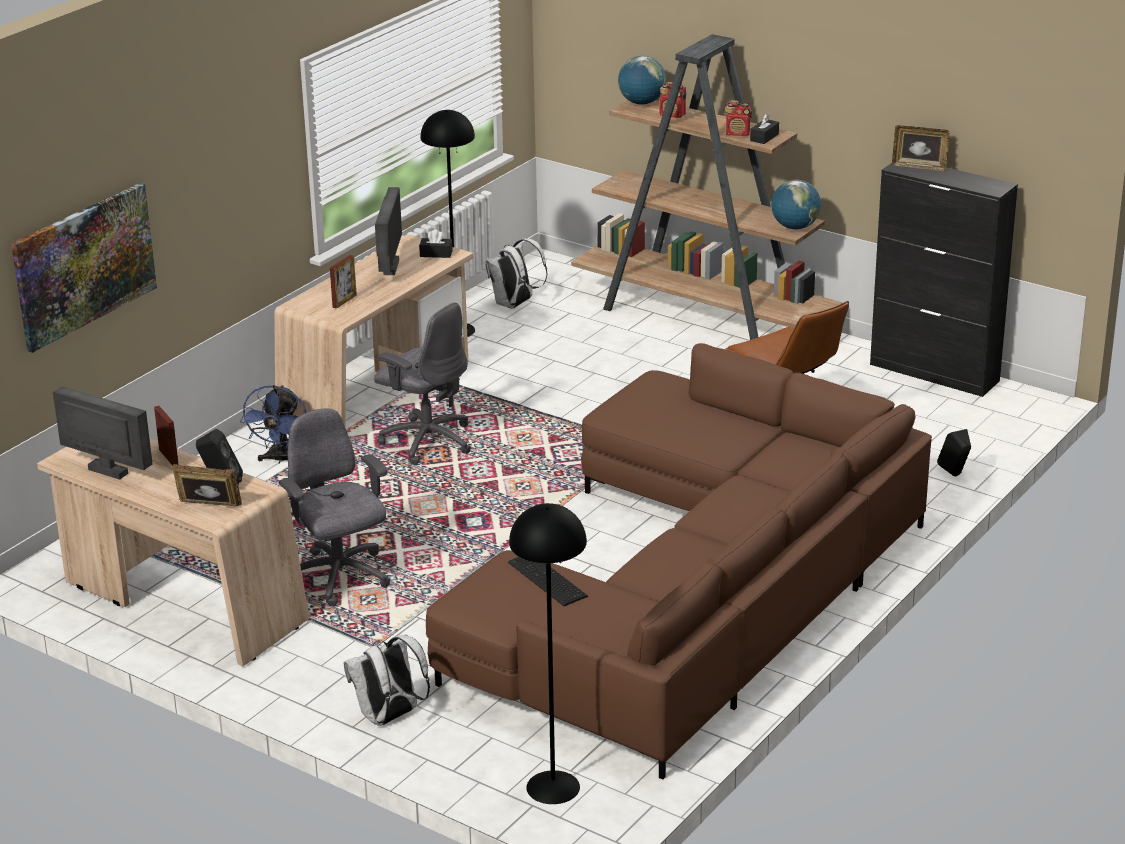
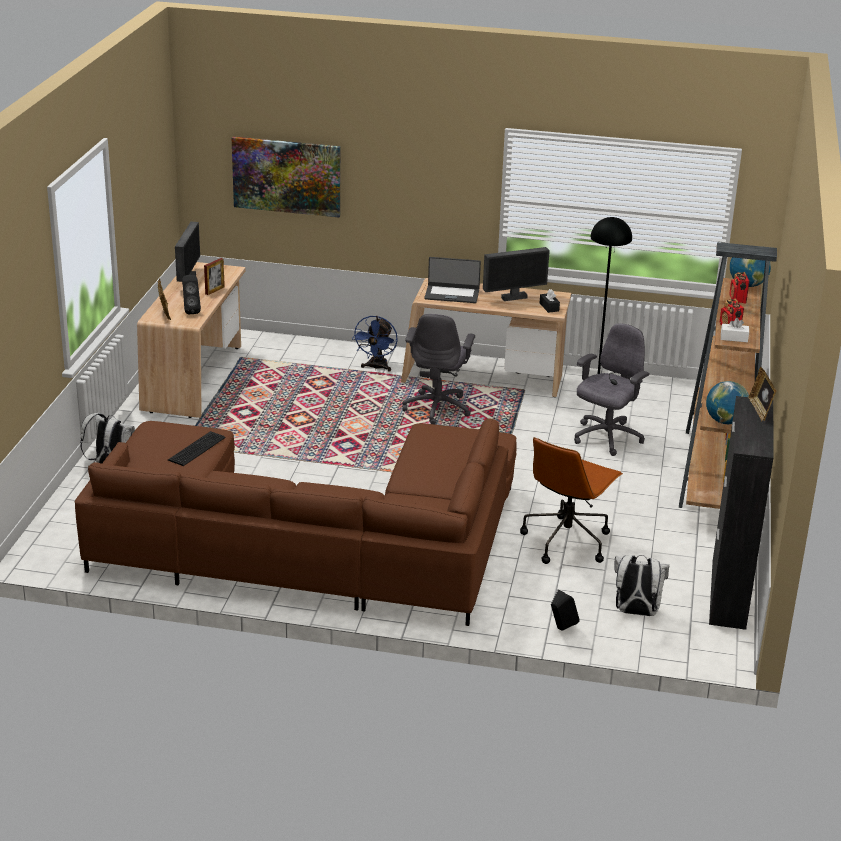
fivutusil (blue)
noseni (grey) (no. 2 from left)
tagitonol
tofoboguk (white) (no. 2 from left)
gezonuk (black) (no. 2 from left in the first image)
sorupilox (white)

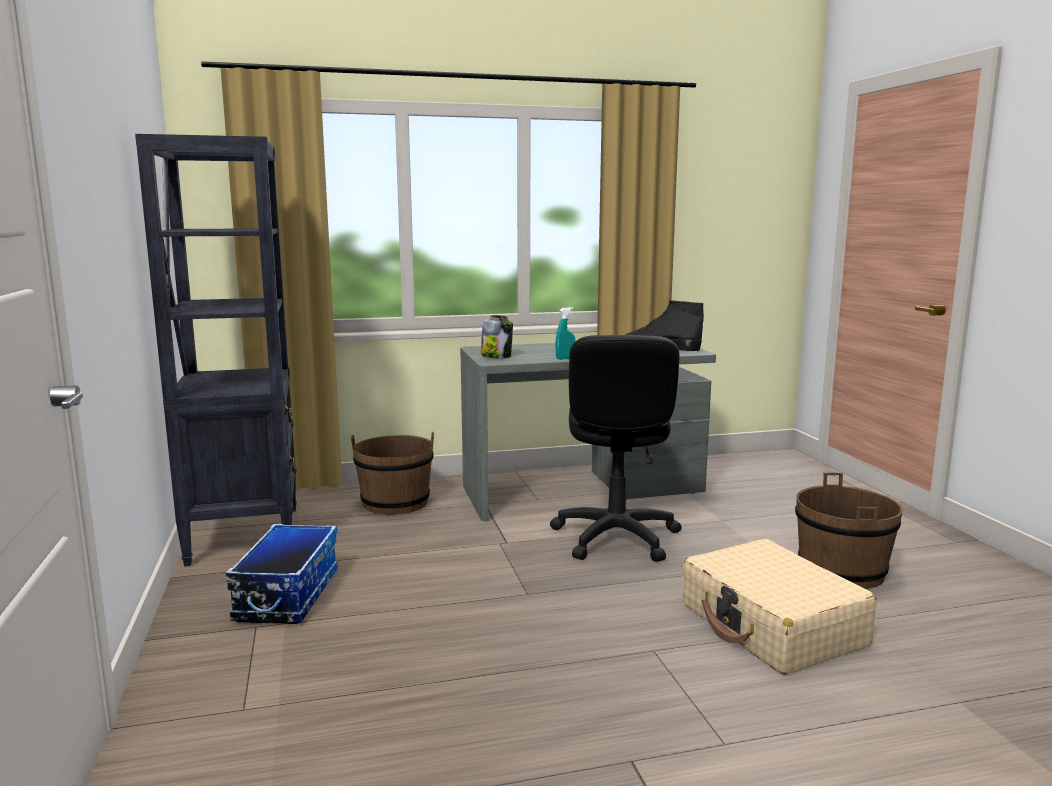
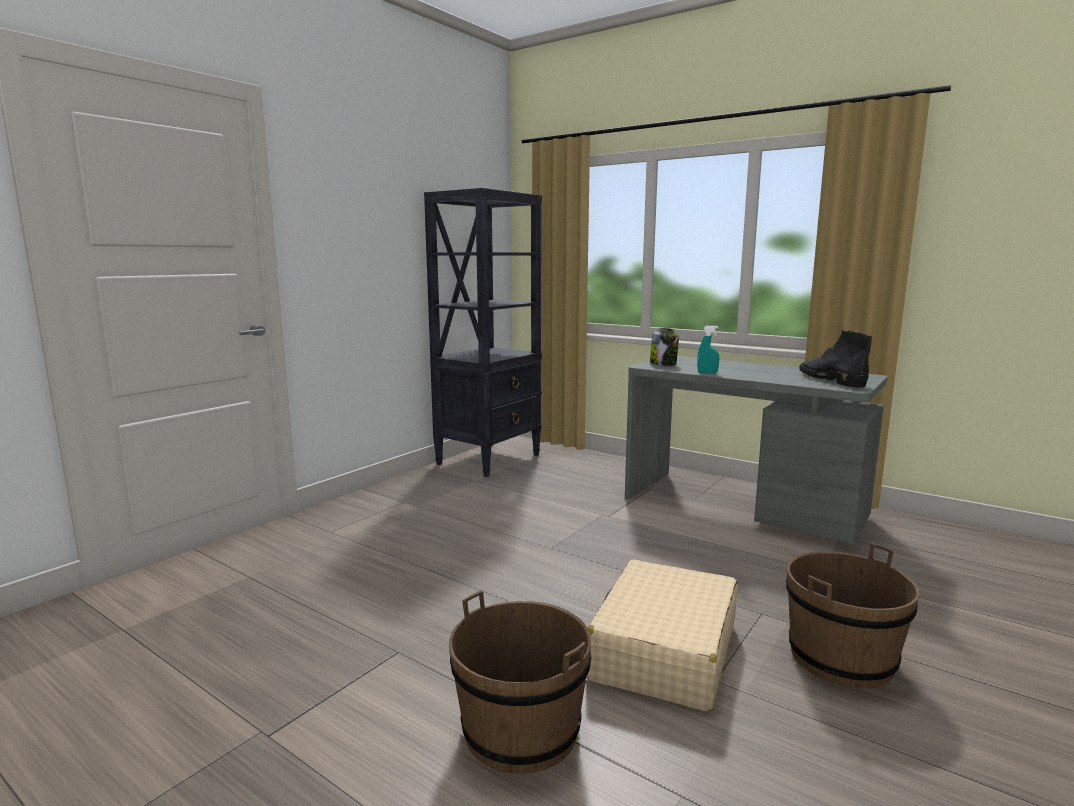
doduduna
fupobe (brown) (no. 1 from left)
noseni (black)

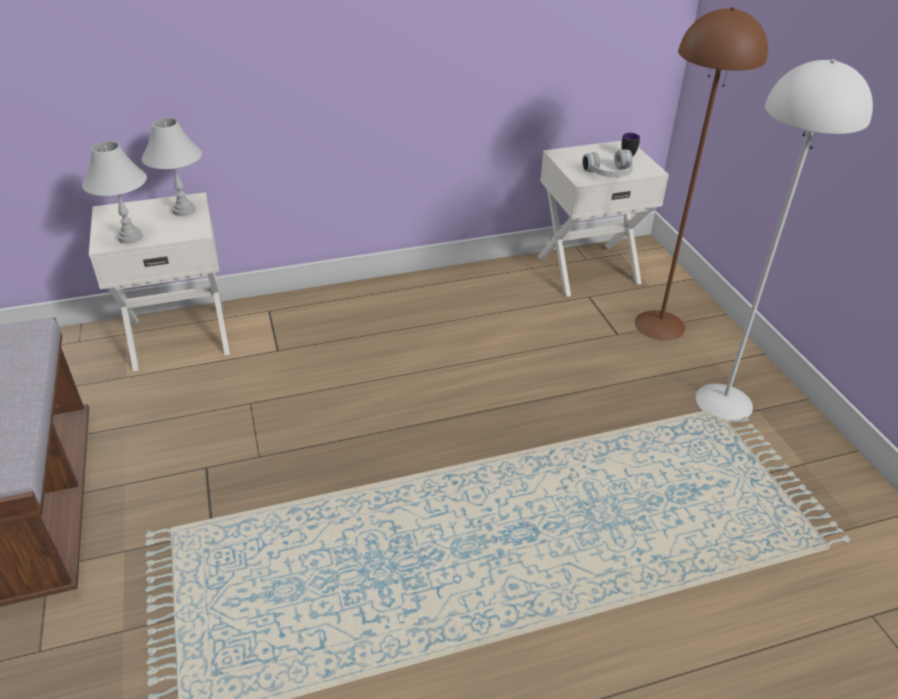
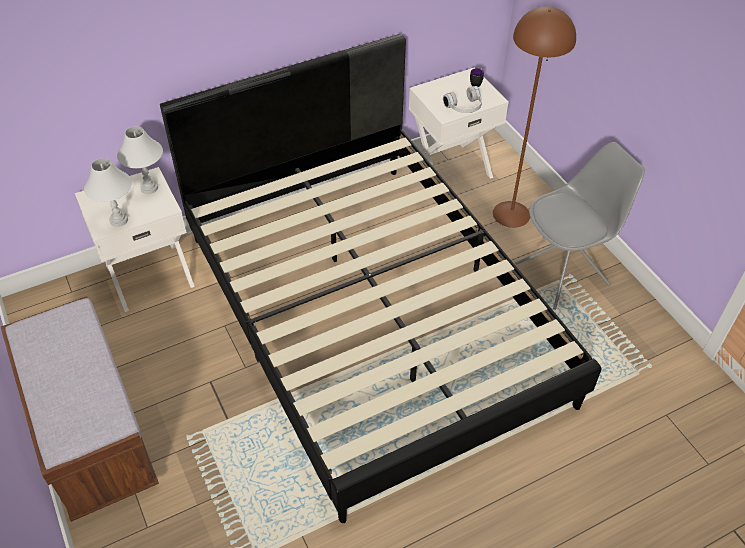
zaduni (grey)
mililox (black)

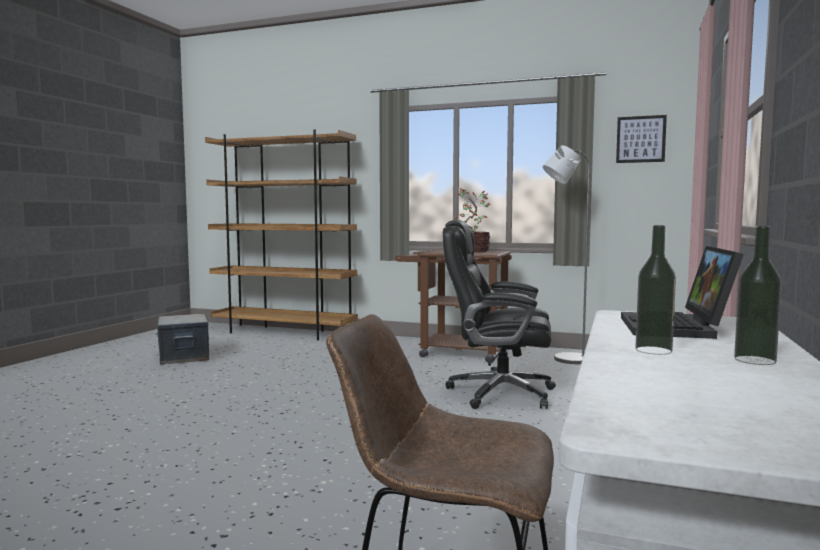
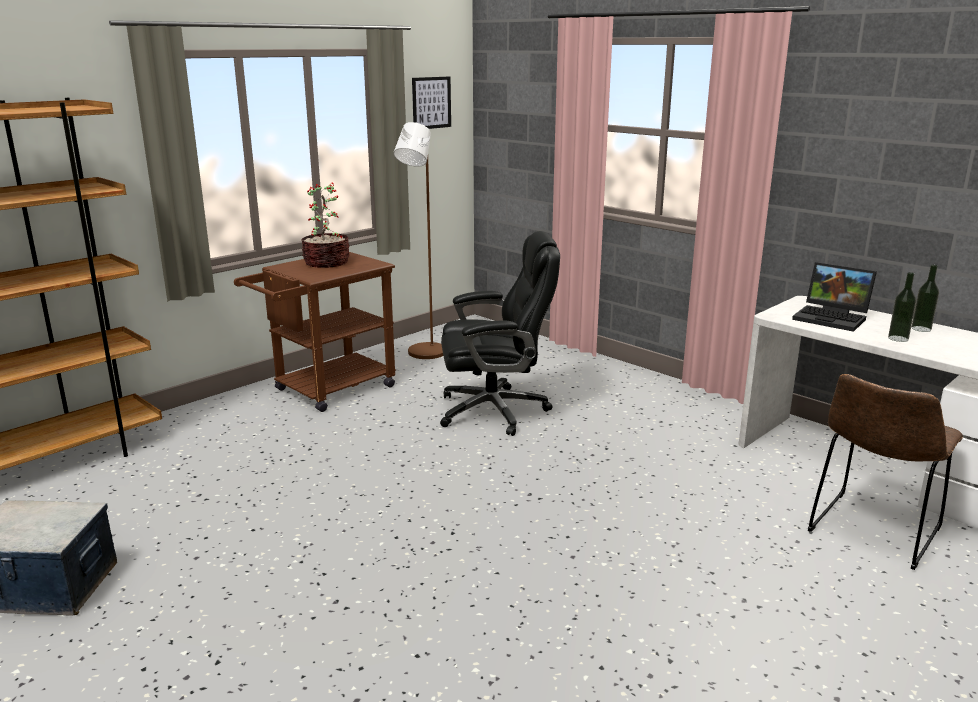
noseni (black)
gezonuk (brown)

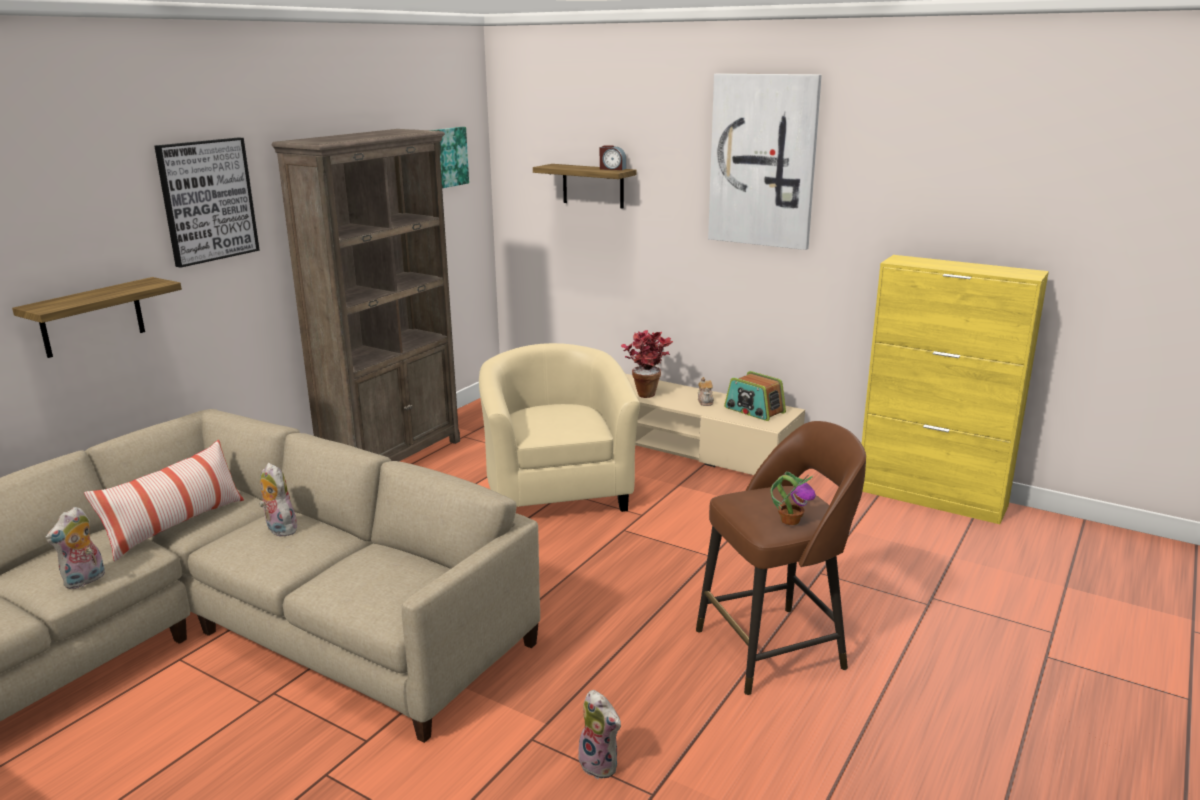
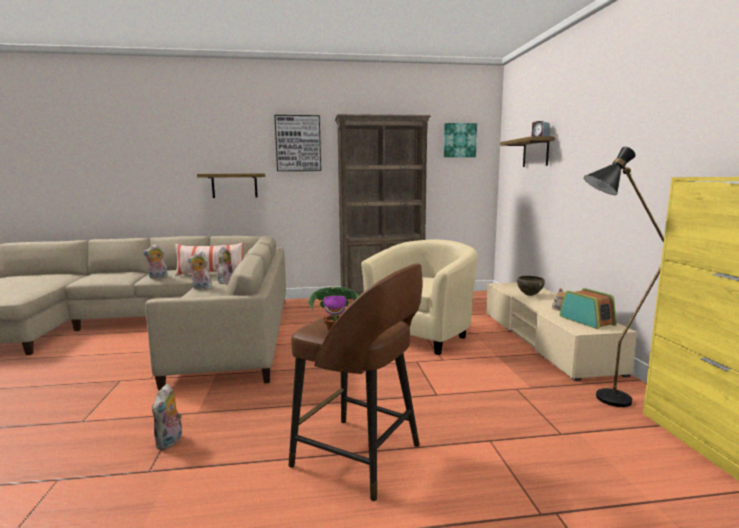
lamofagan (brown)
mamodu (no. 3 from left in the first image)
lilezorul
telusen (no. 3 from left)
gezonuk (black)

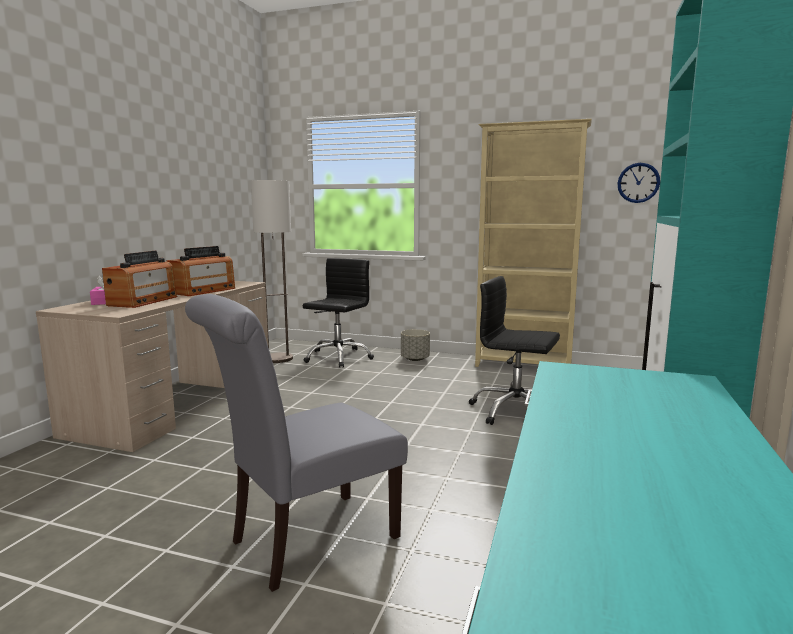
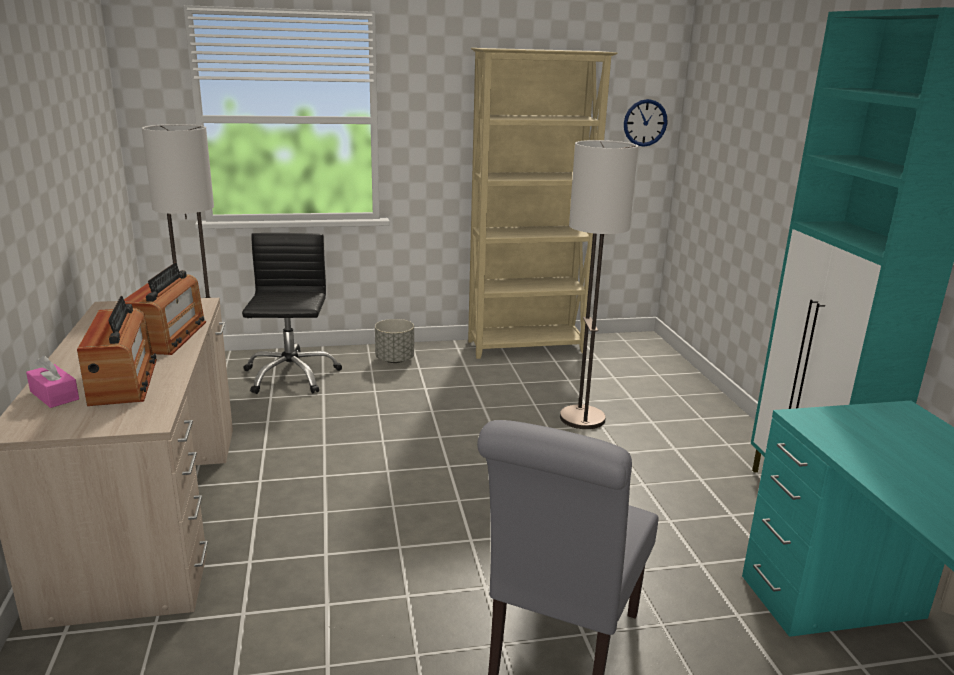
gezonuk (no. 2 from left)

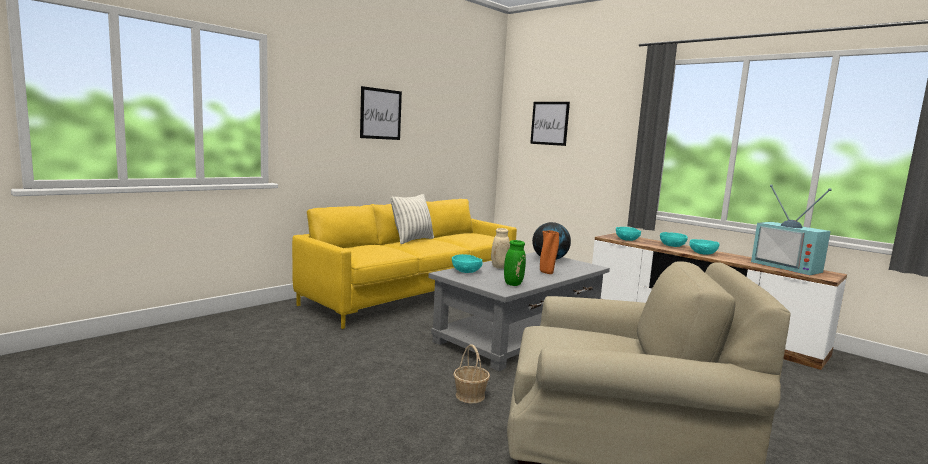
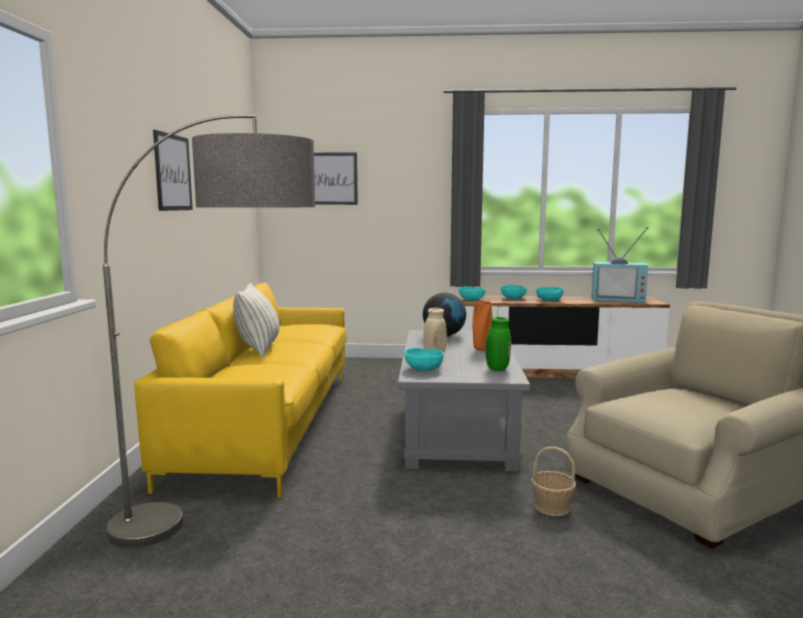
gezonuk

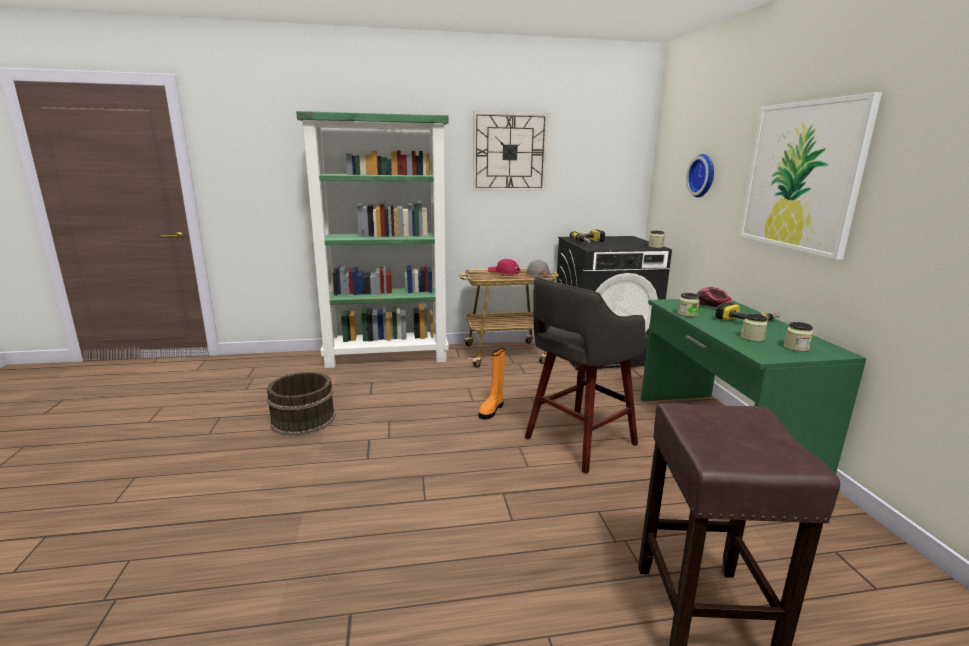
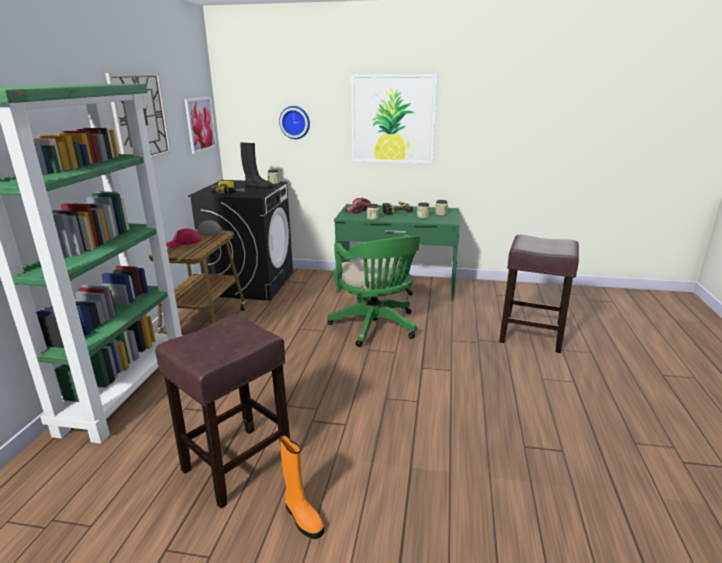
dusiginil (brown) (no. 1 from left)
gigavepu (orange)
noseni (green)
mamodu (no. 1 from left)
gigavepu (black)

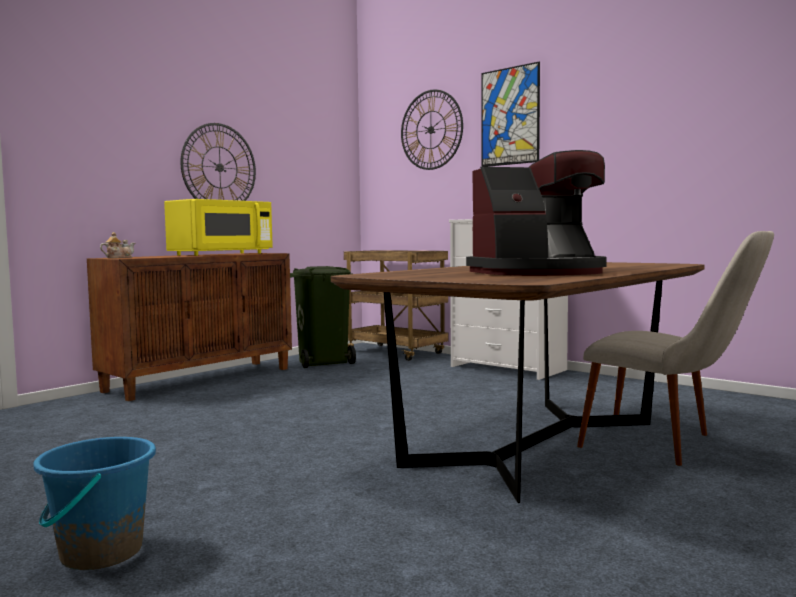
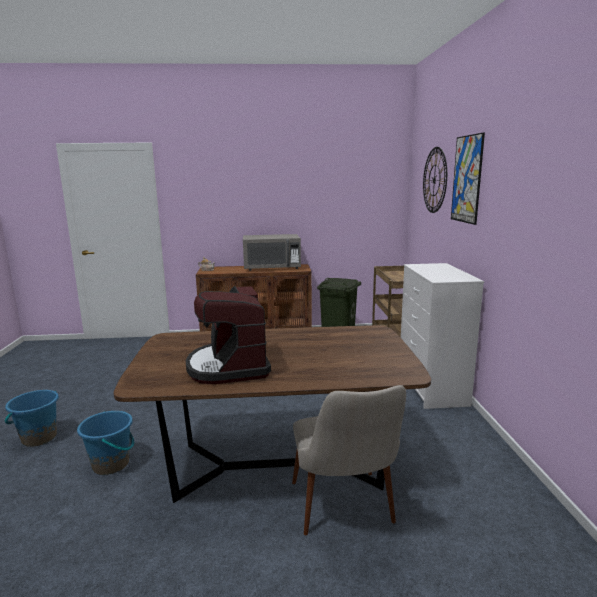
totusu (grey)
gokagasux (no. 1 from left in the first image)
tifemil
fupobe (blue) (no. 2 from left)

